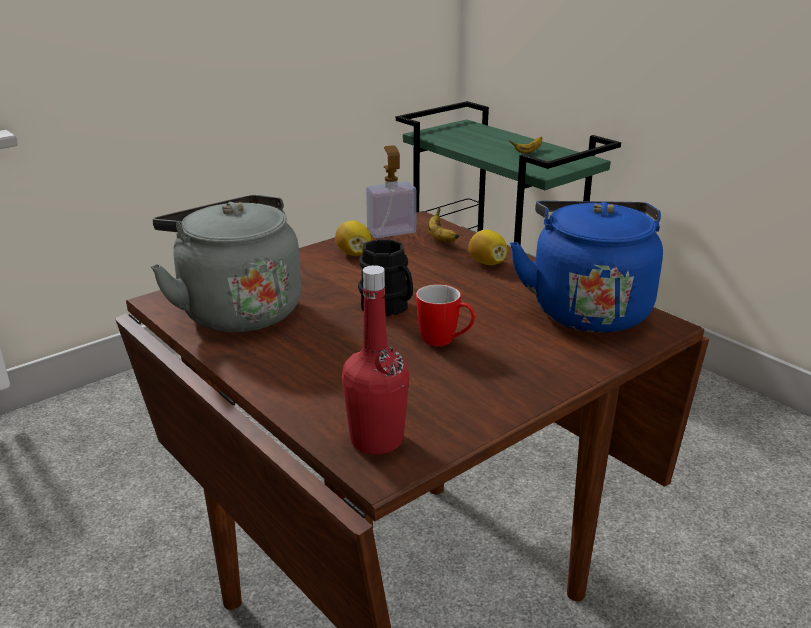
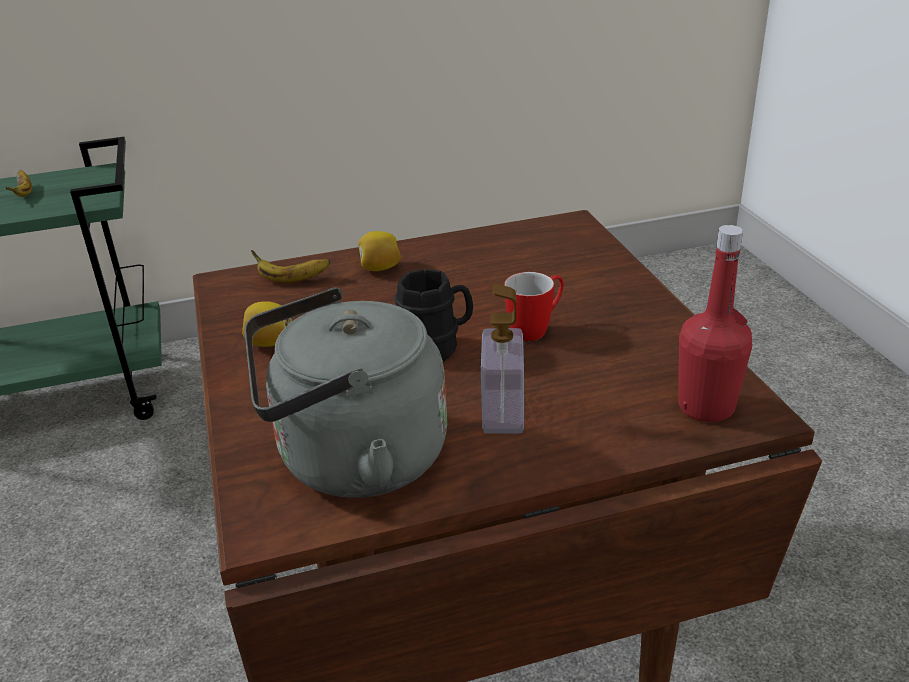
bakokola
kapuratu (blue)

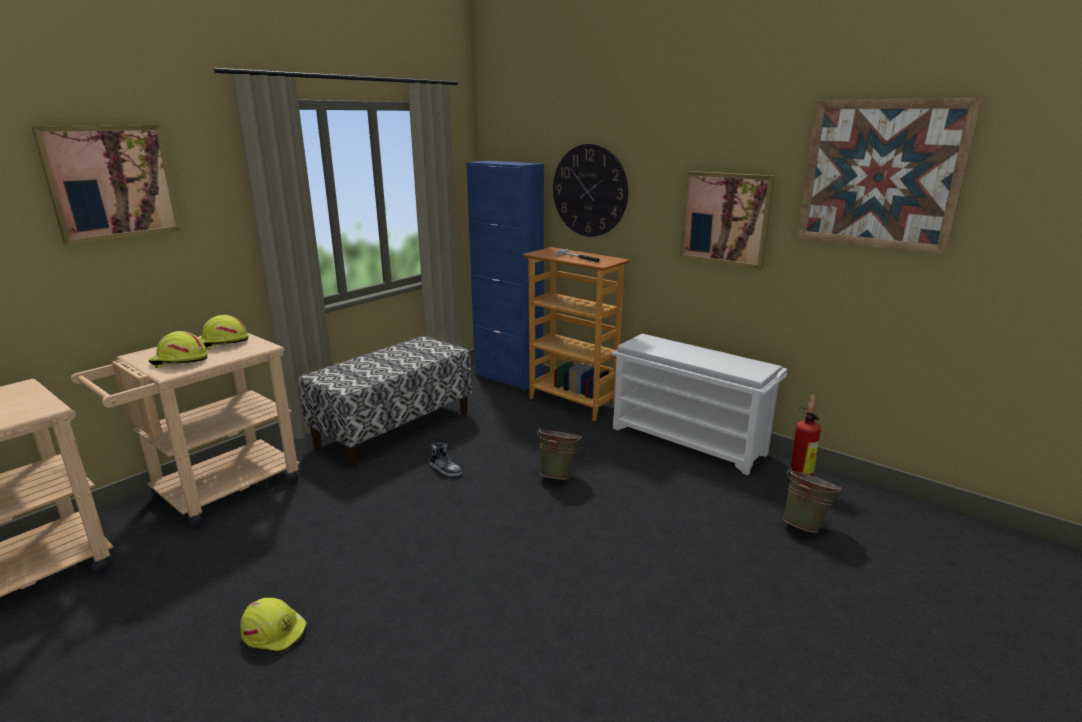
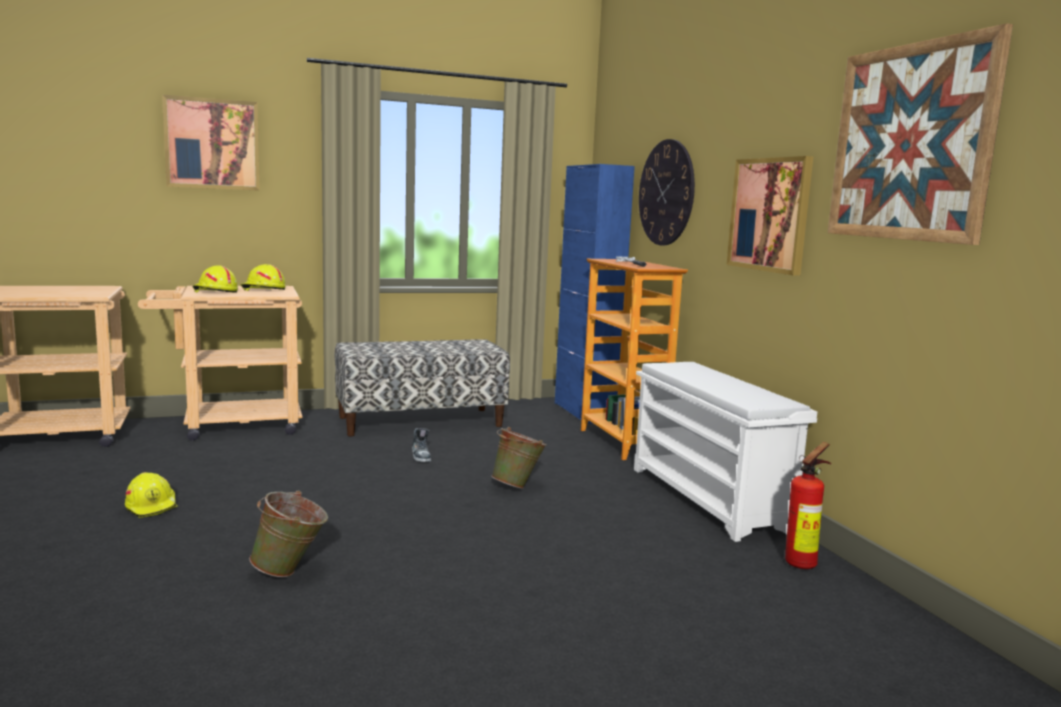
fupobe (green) (no. 1 from left)

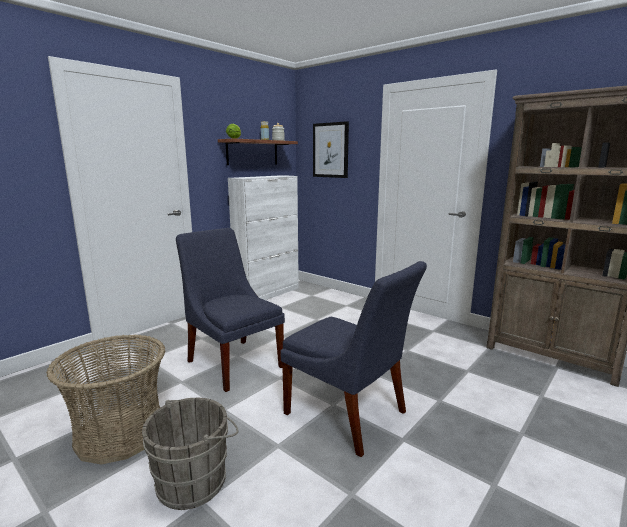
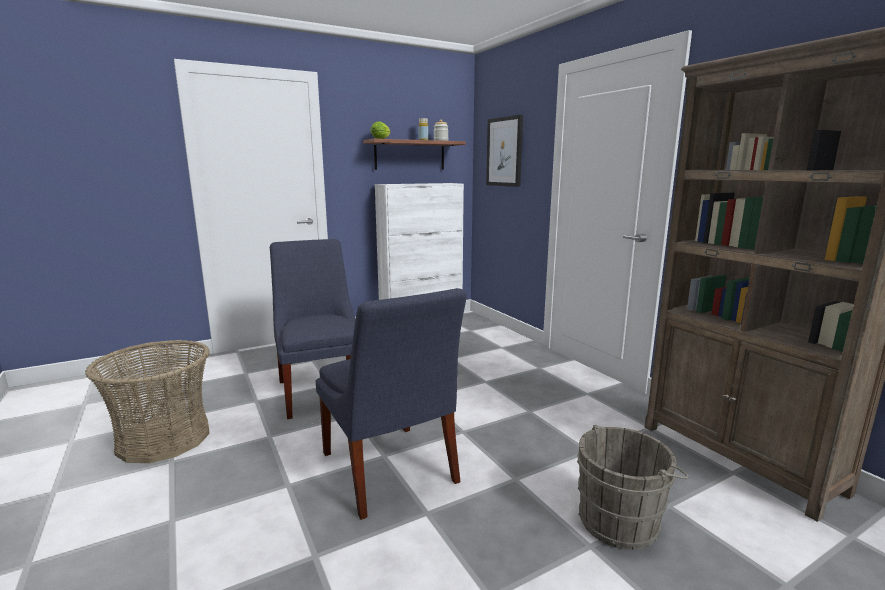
fupobe (grey)

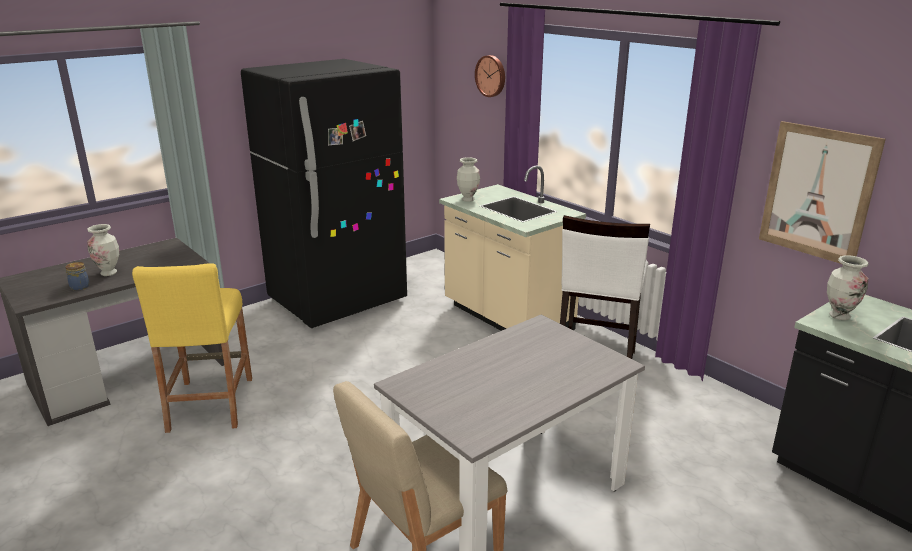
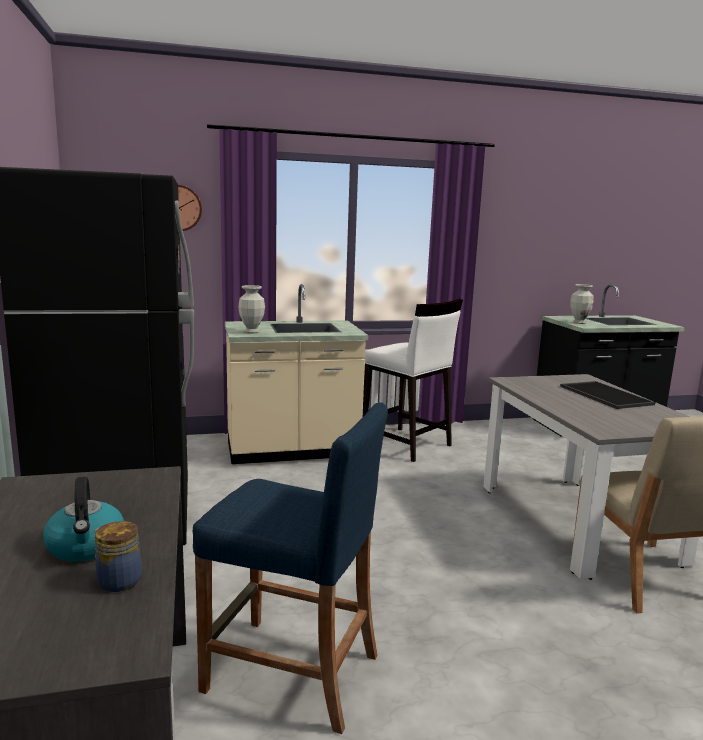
kapuratu
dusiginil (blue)
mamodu
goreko

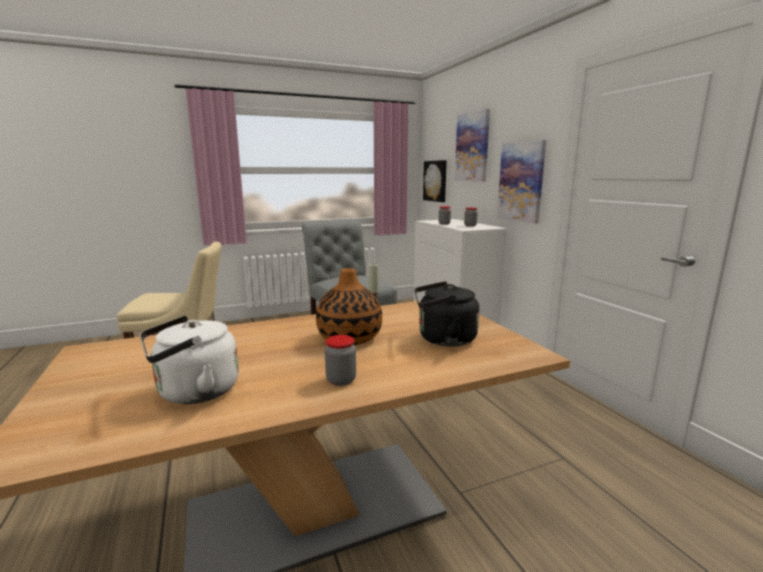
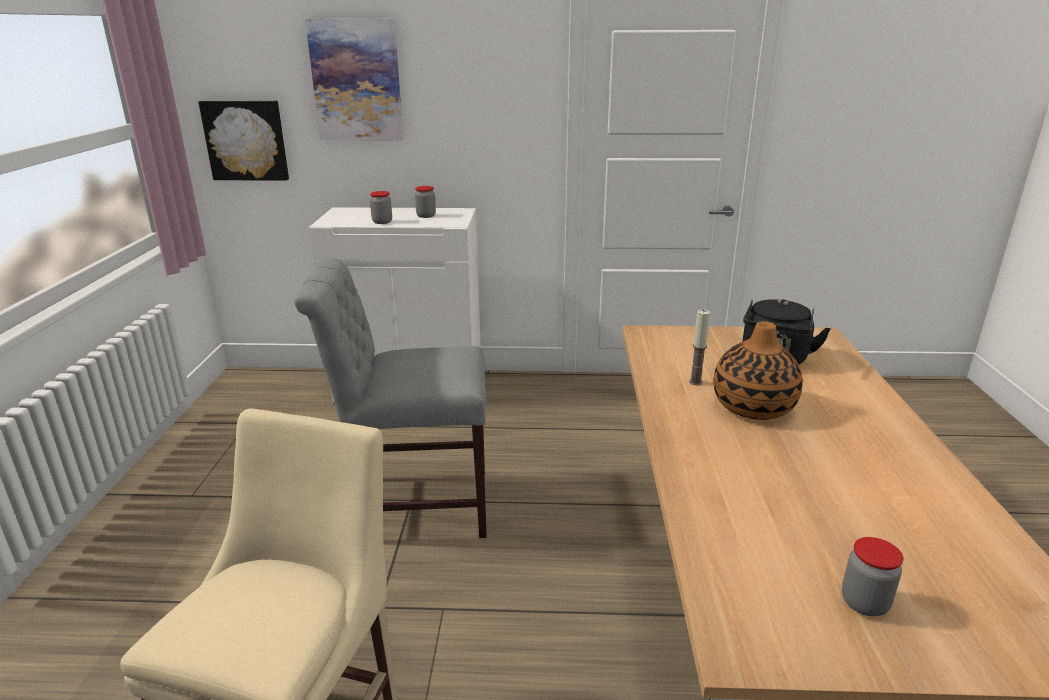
kapuratu (white)
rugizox (no. 3 from left)
mamodu (no. 3 from left in the first image)

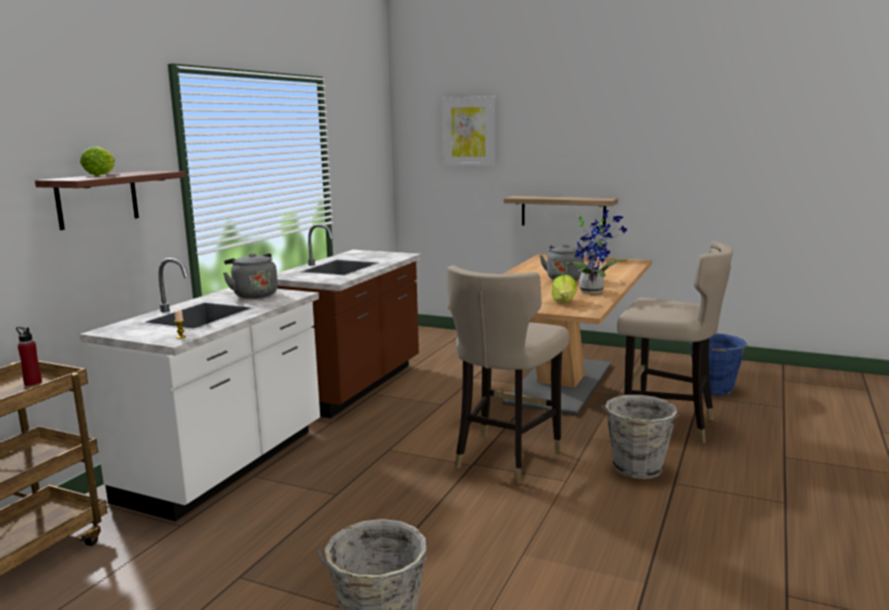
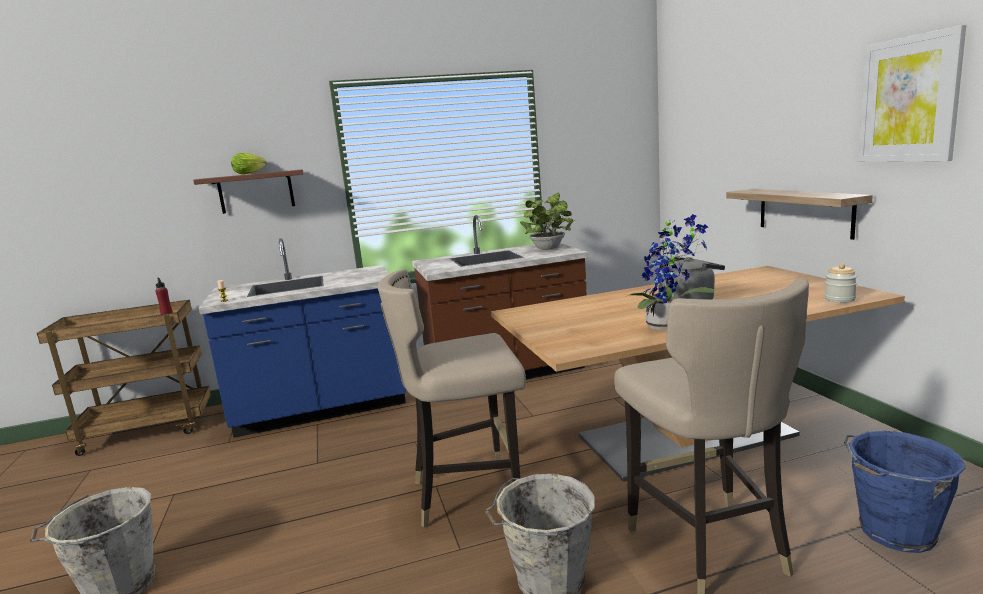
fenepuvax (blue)
kapuratu (grey) (no. 1 from left in the first image)
mamodu
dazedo (no. 2 from left in the first image)
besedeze (no. 1 from left)
rugizox

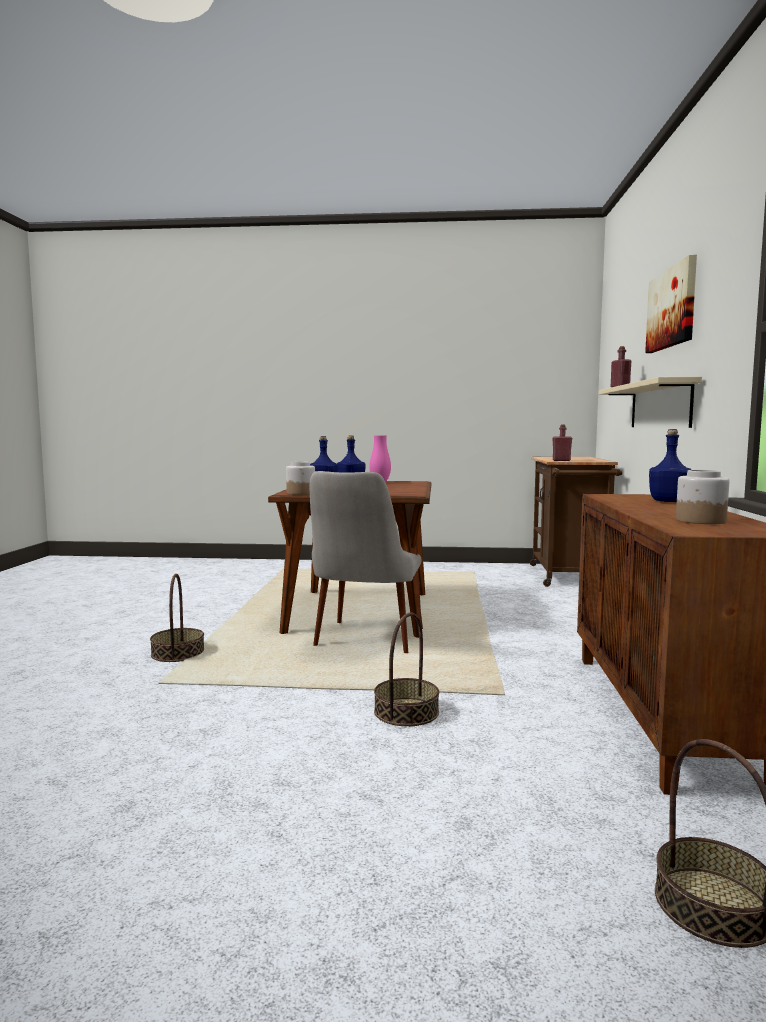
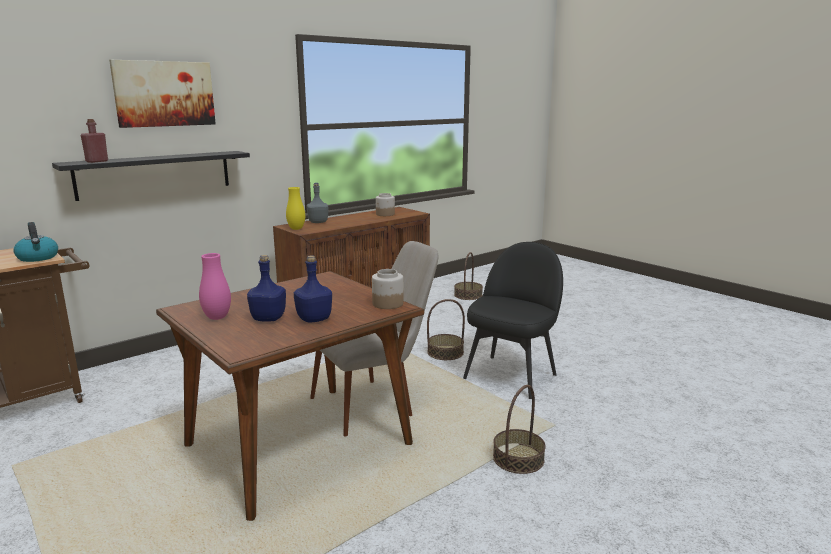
kapuratu
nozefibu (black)
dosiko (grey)
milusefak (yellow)
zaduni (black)

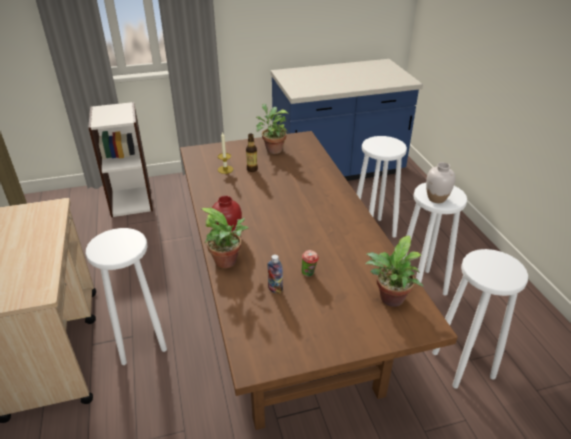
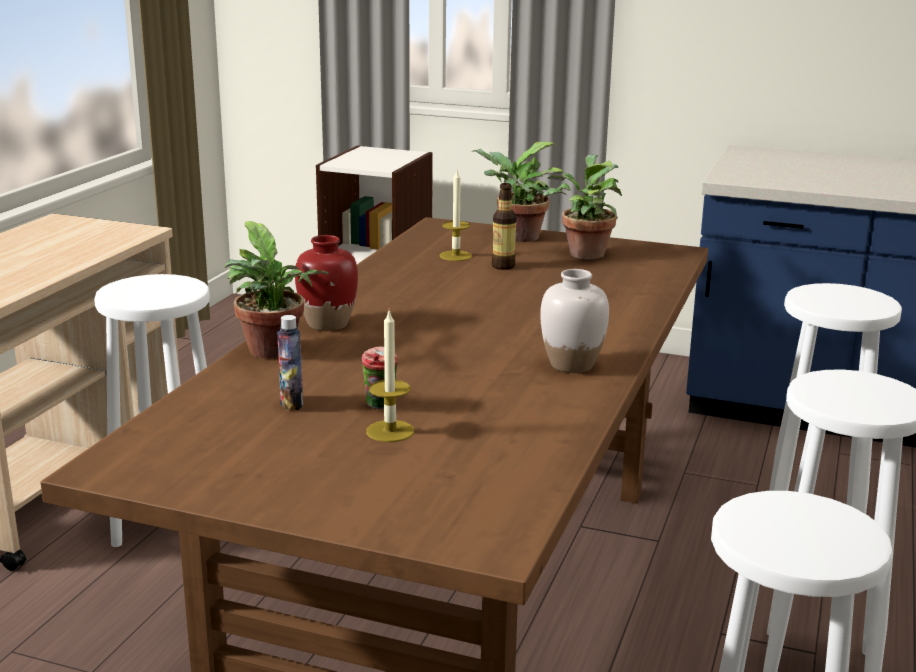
besedeze (no. 2 from left)
milusefak (white)
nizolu (no. 1 from left)

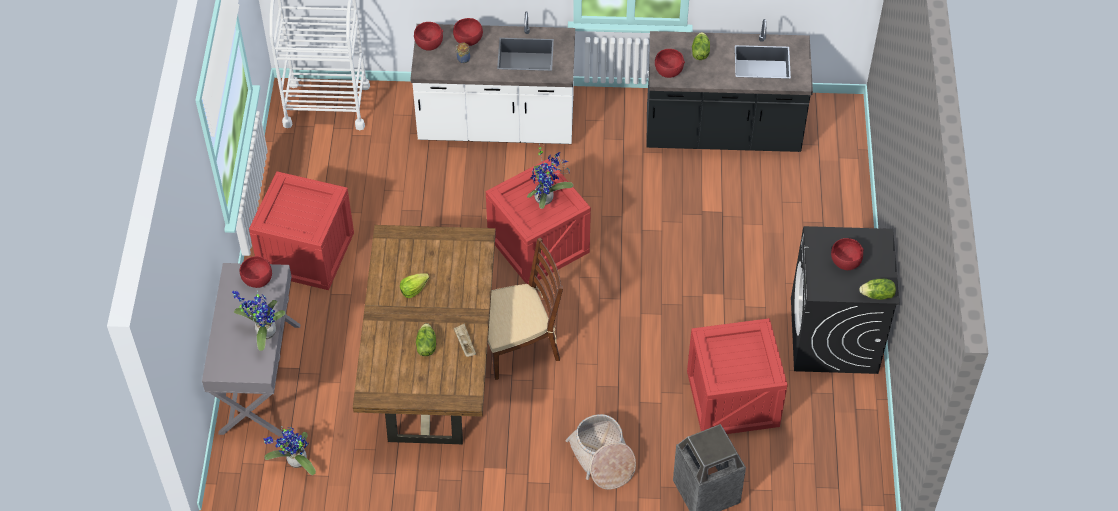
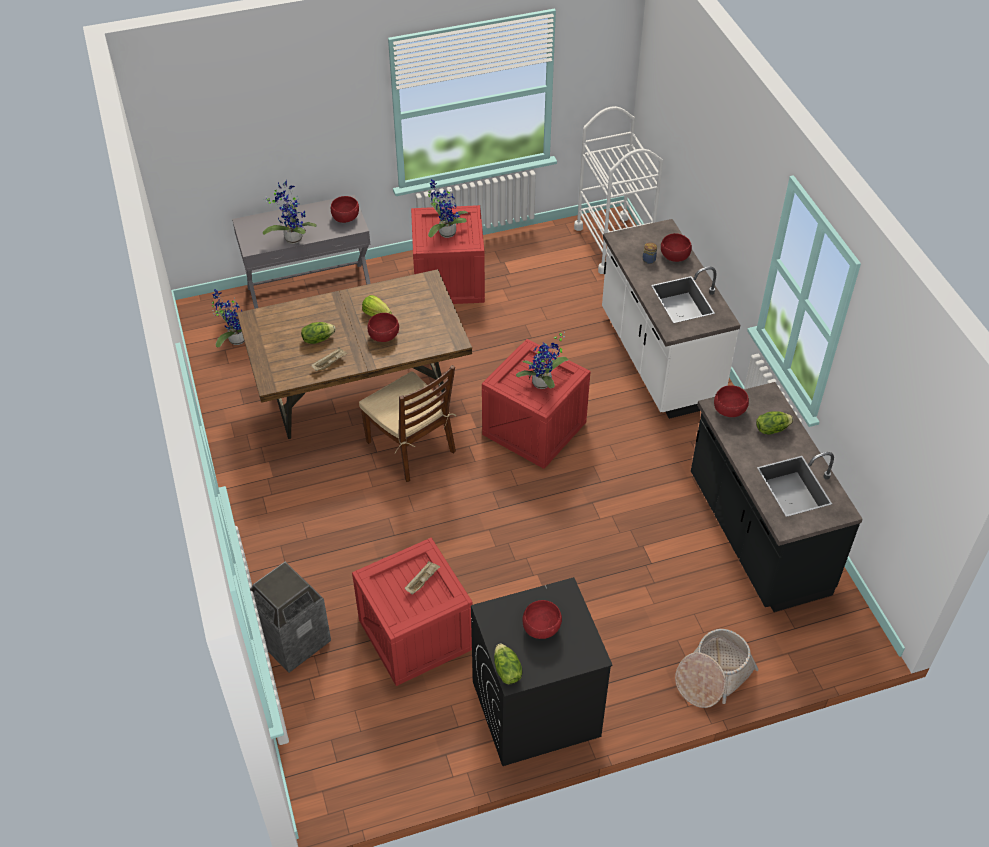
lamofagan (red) (no. 2 from left)
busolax
goreko (beige) (no. 2 from left)
besedeze (no. 3 from left)

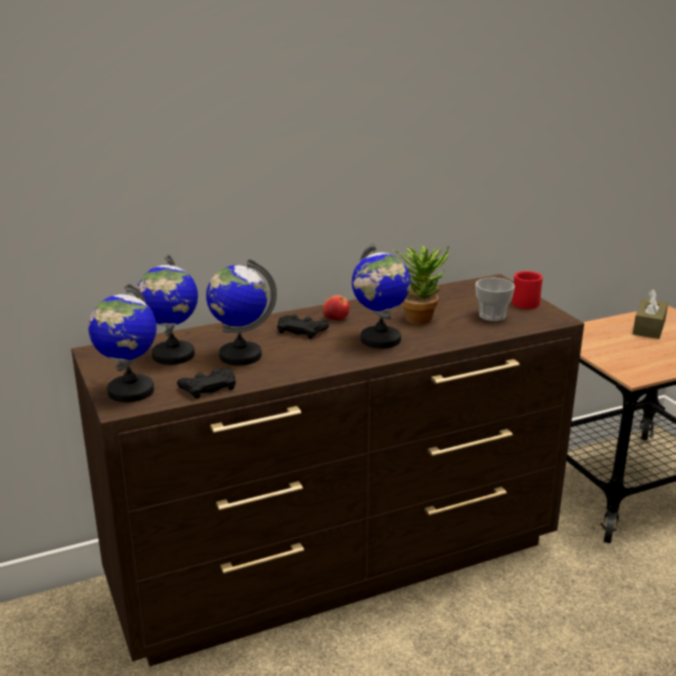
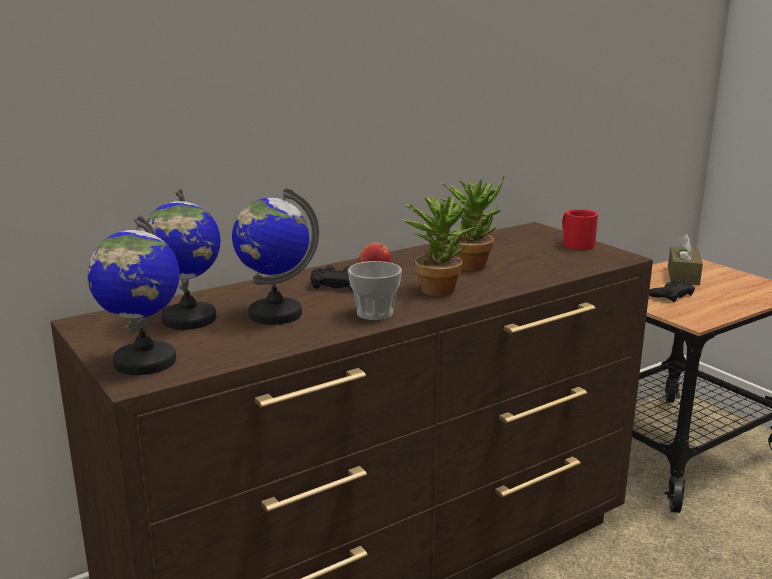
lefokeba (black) (no. 2 from left)
besedeze (no. 1 from left)
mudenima

